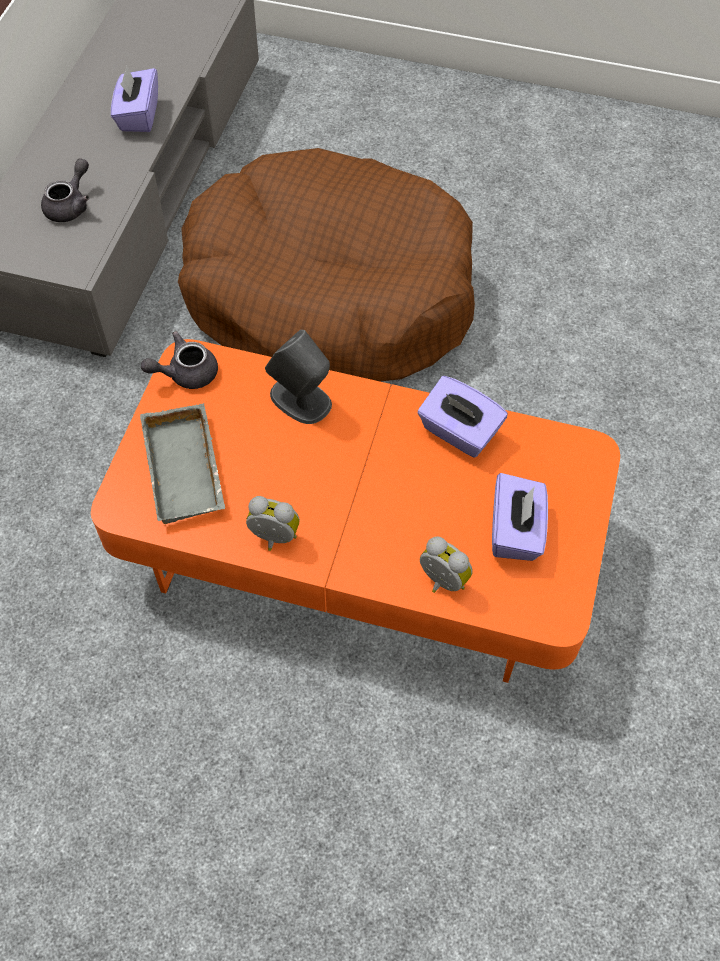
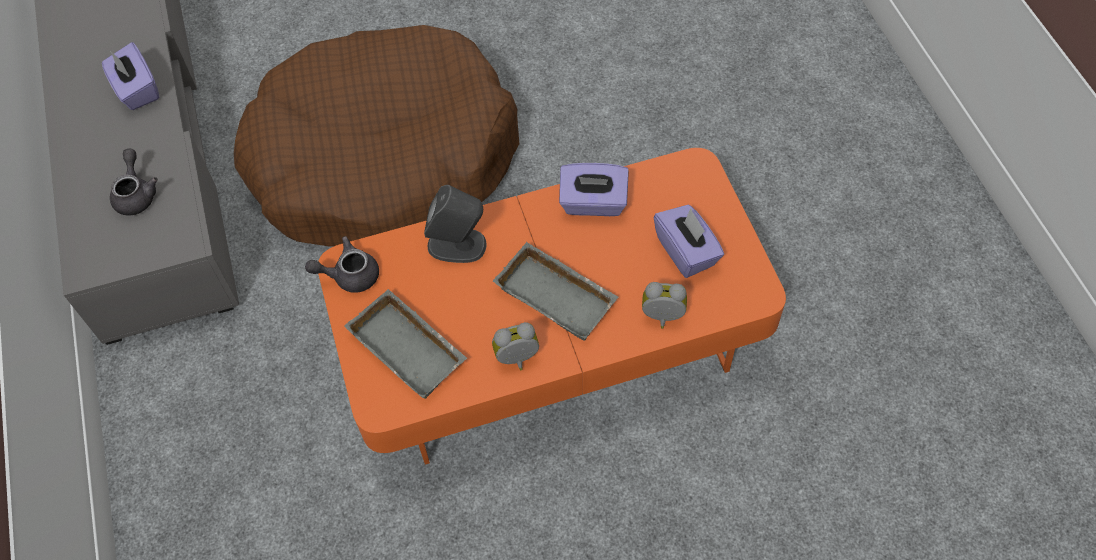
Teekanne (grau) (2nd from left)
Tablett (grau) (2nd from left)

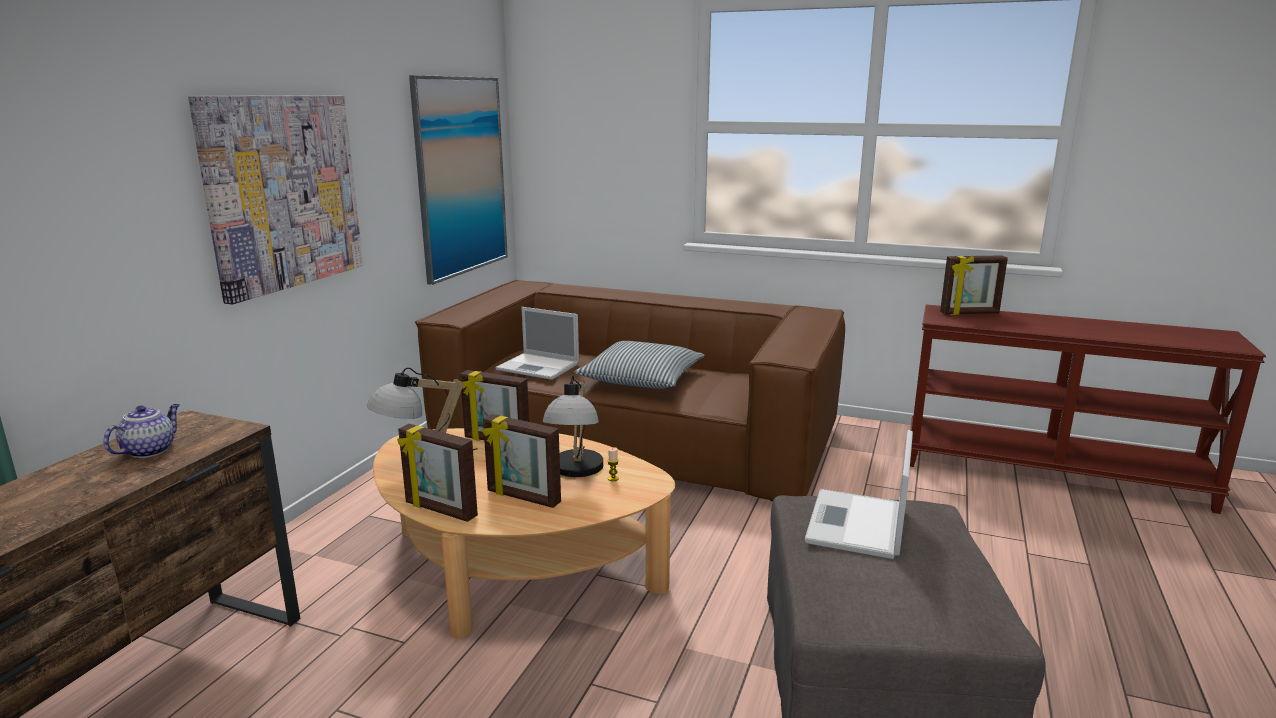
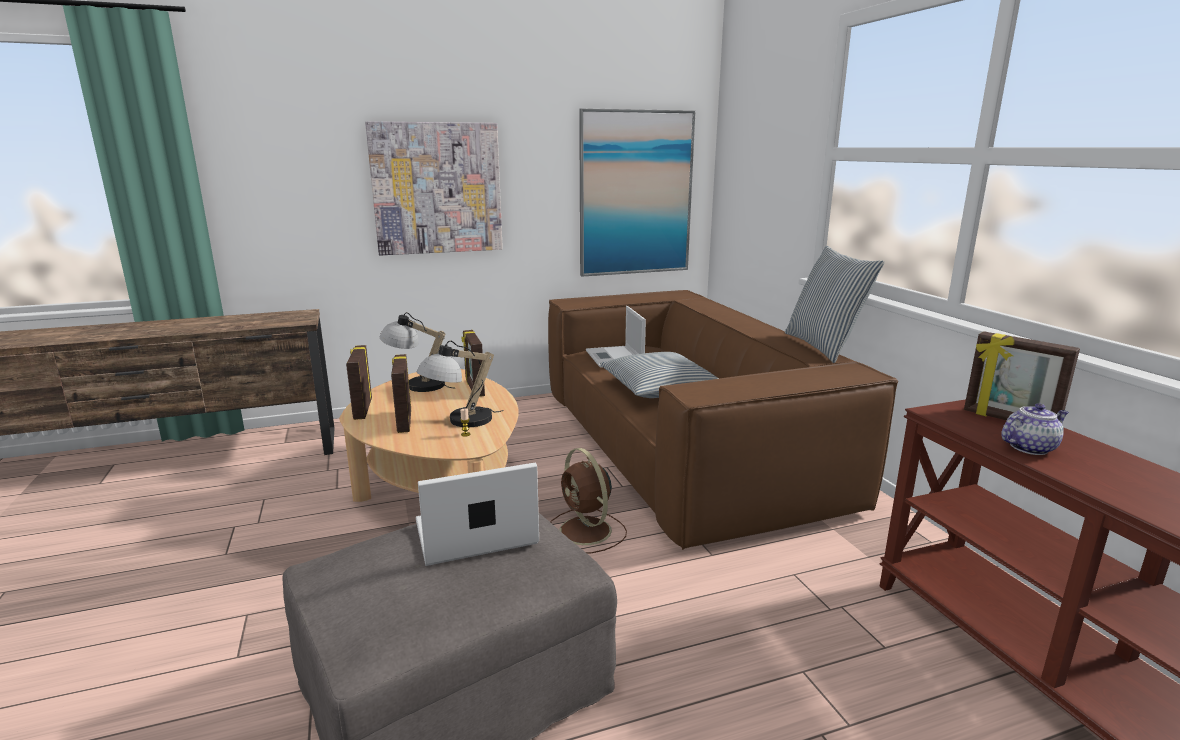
Teekanne
Kissen (2nd from left)
Ventilator (braun)

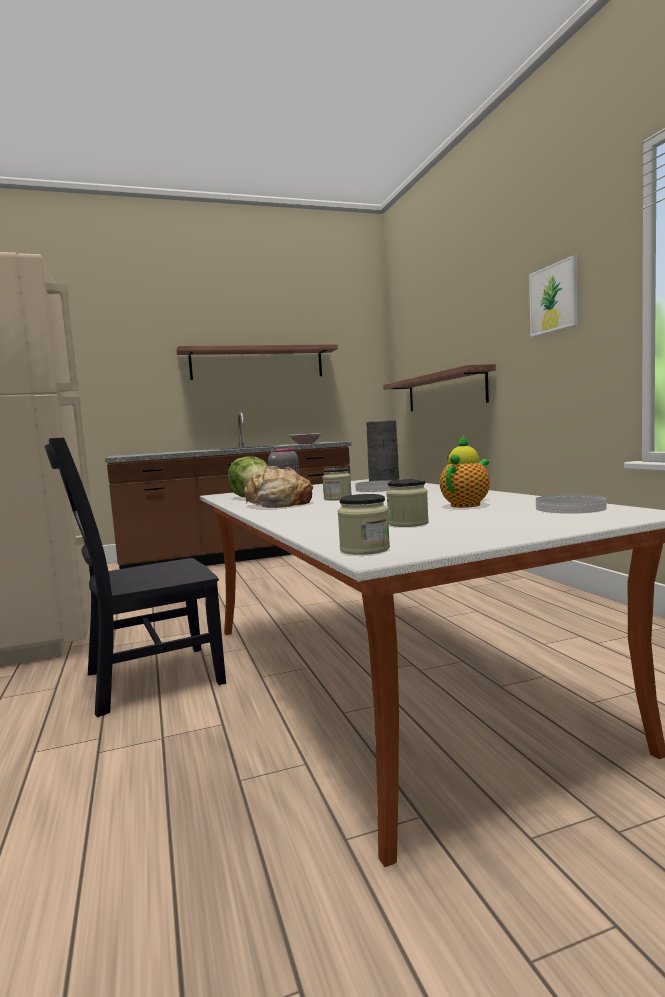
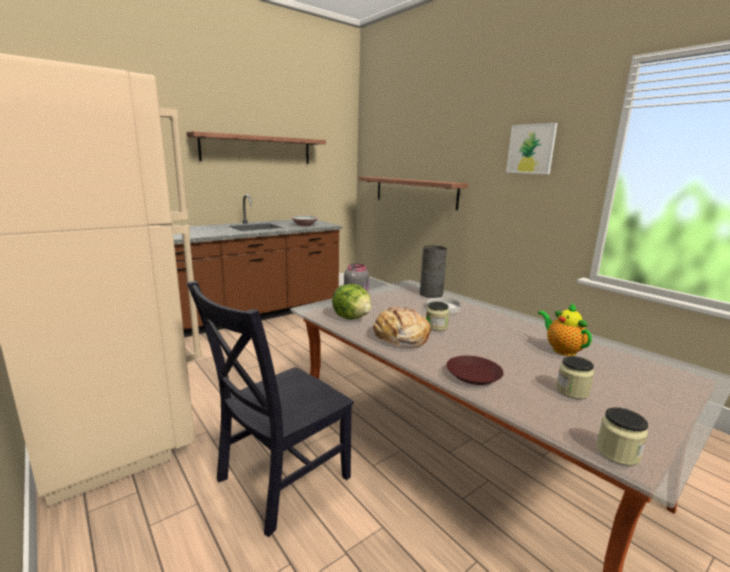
Teekanne
Teller (weiß) (2nd from left in the first image)
Teller (braun)

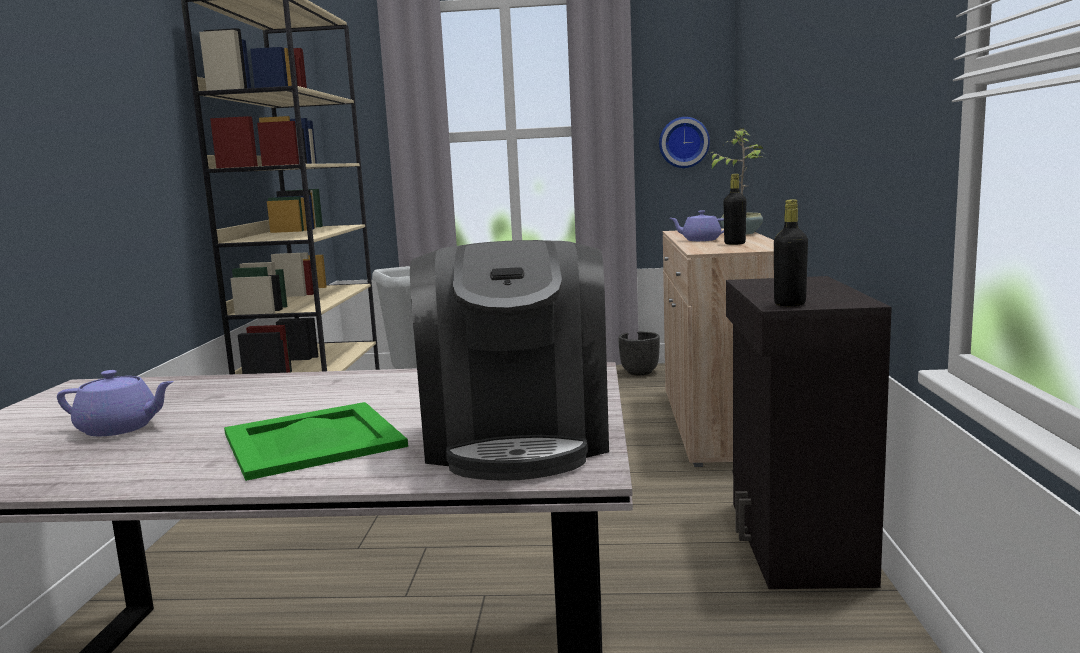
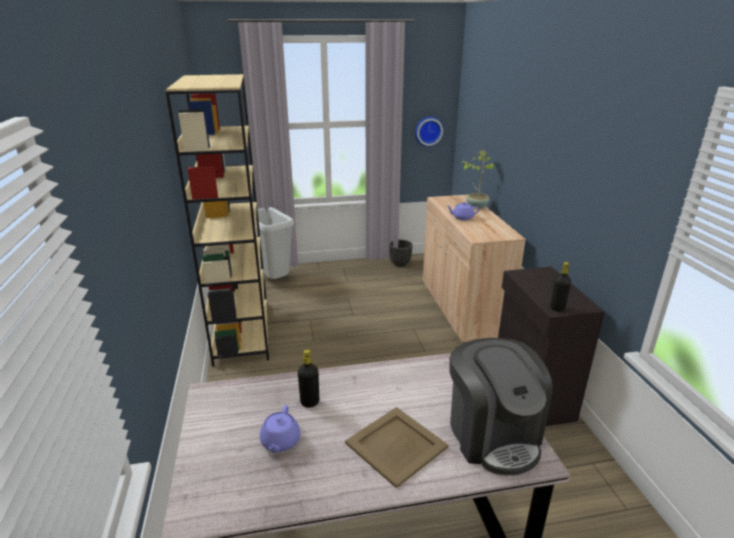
Flasche (schwarz) (1st from left)
Teekanne (lila) (1st from left)
Tablett (beige)

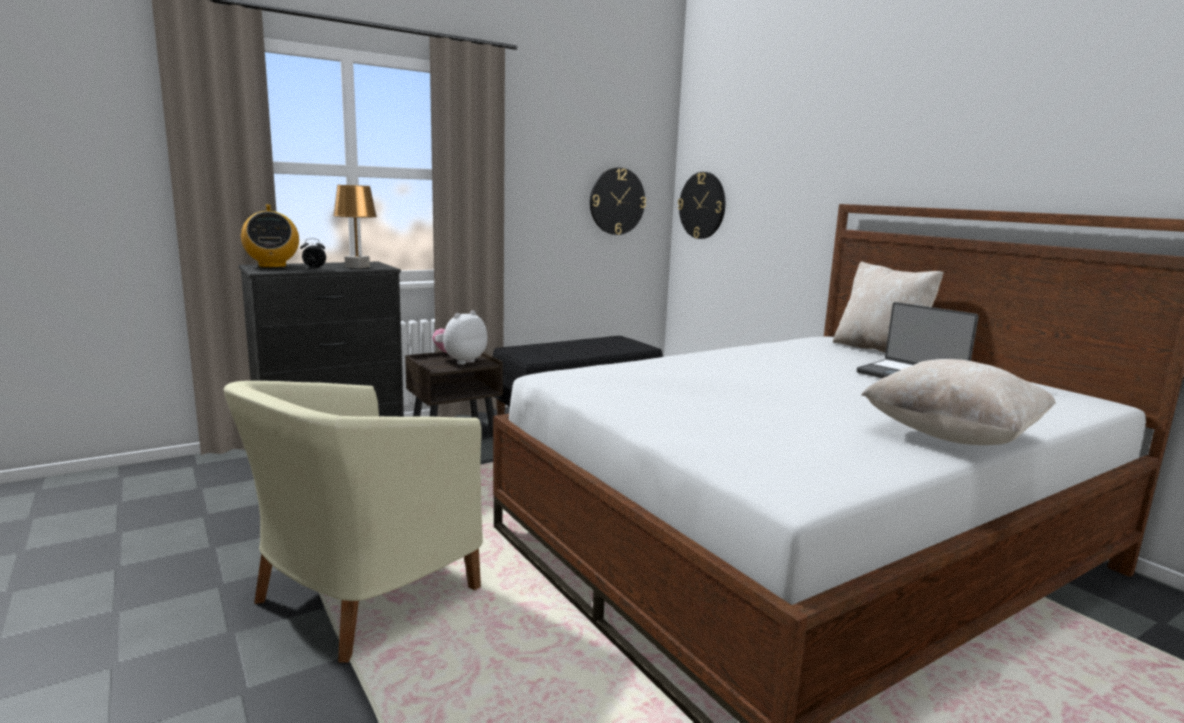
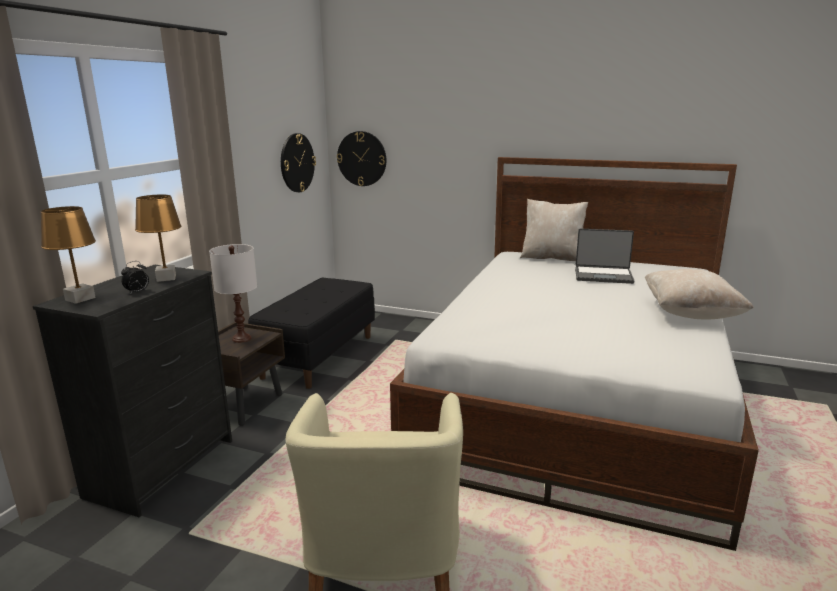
Tischlampe (braun) (1st from left)
Tischlampe (weiß)

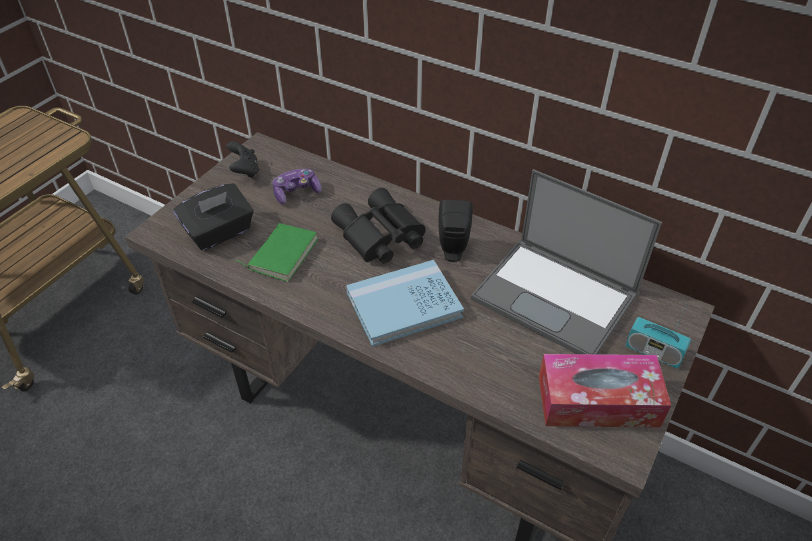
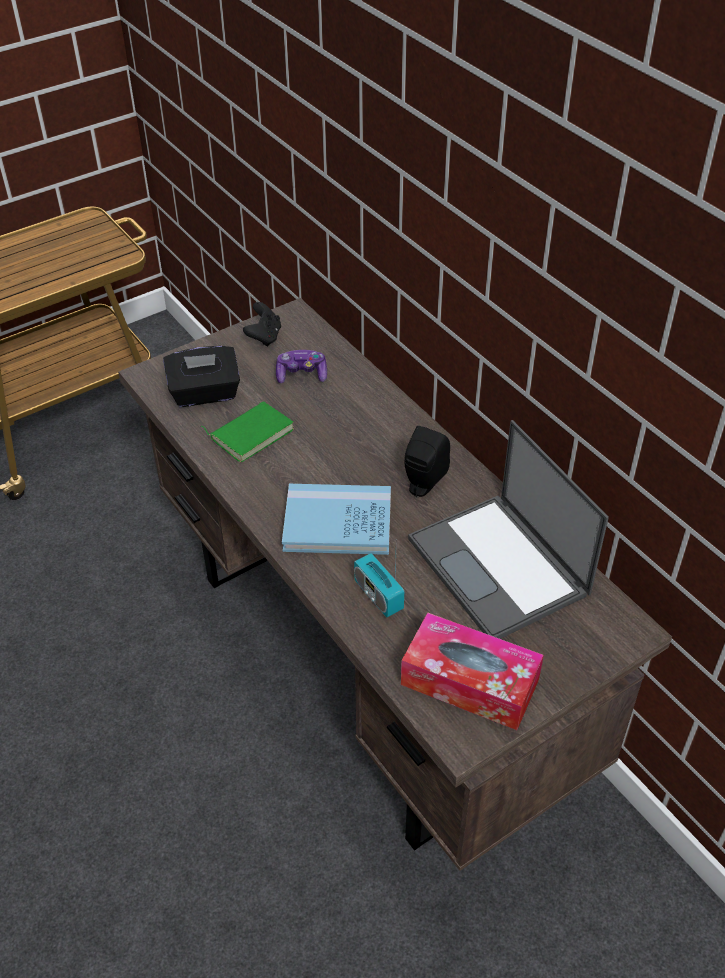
Fernglas (schwarz)
Radio

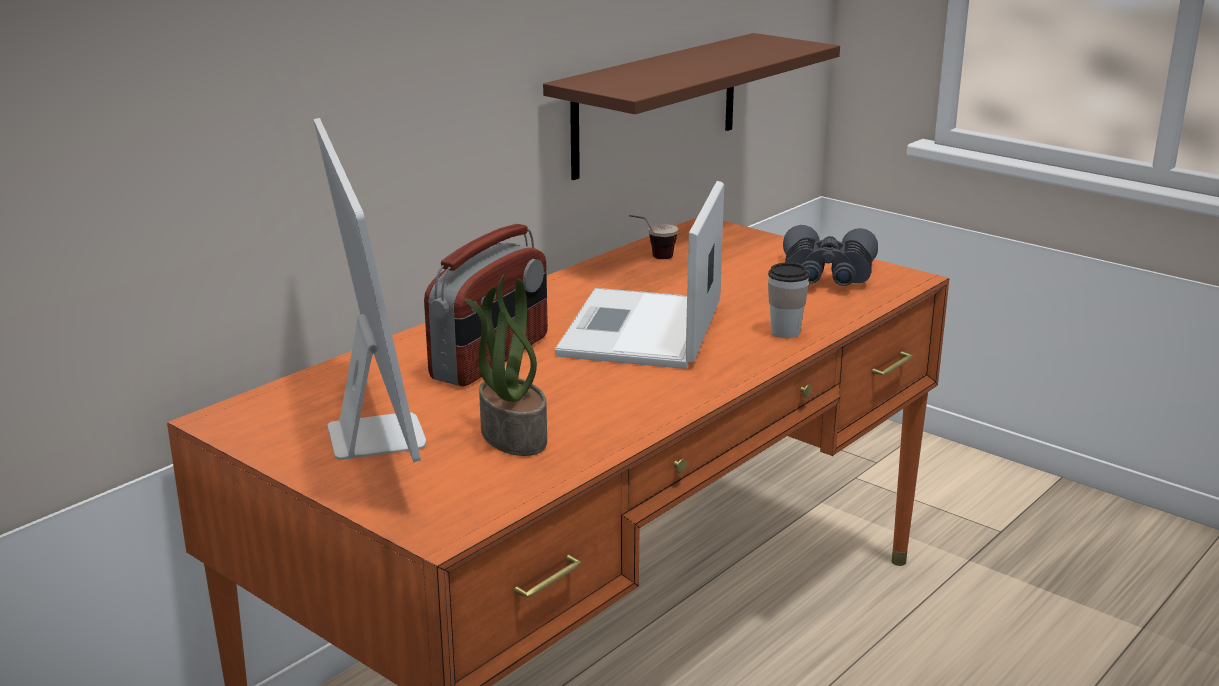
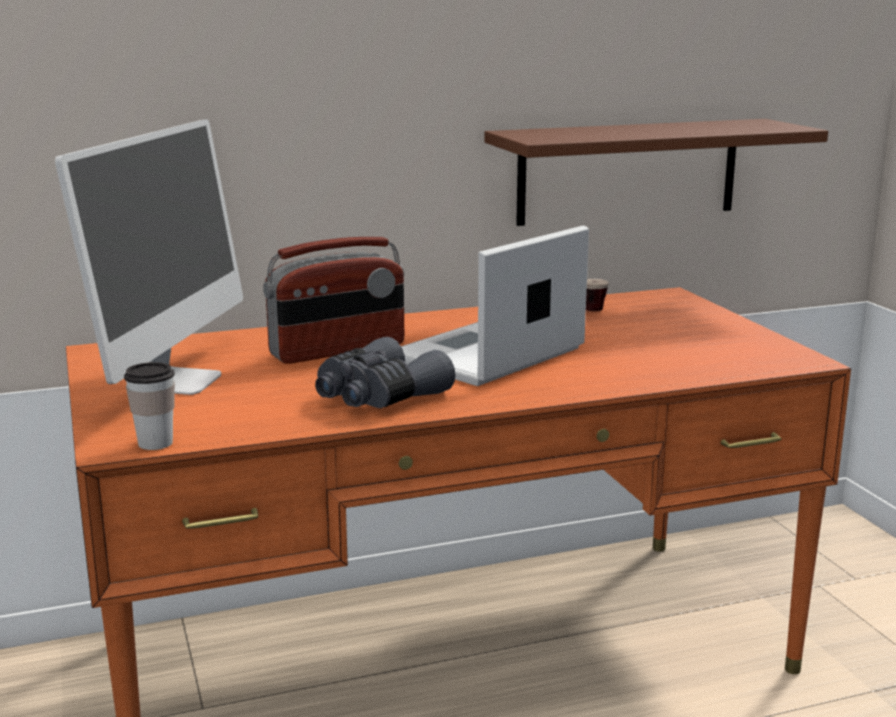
Fernglas (grau)
Tasse (1st from left)
Topfpflanze

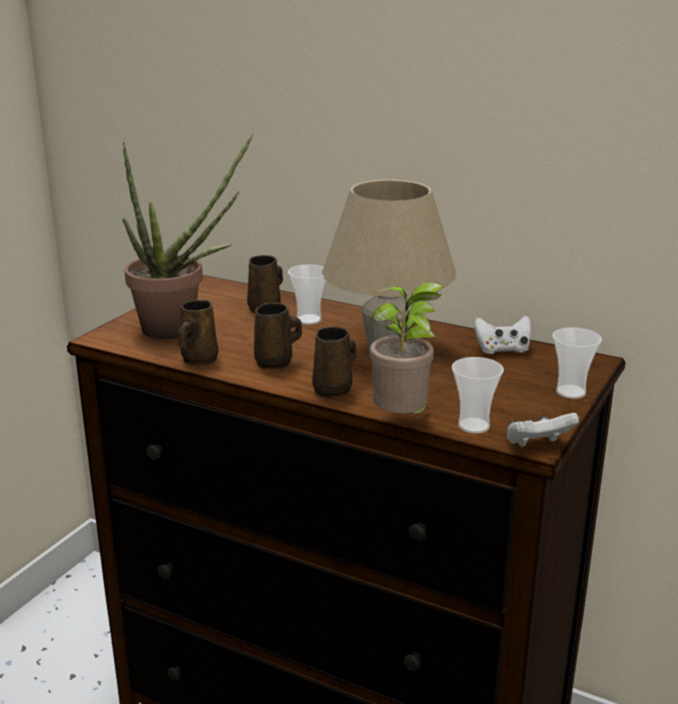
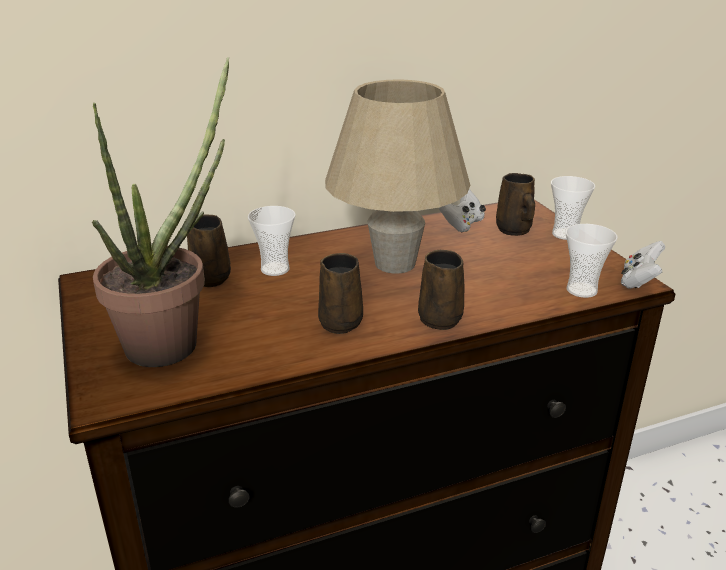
Topfpflanze (2nd from left in the first image)
Henkelbecher (braun) (4th from left)

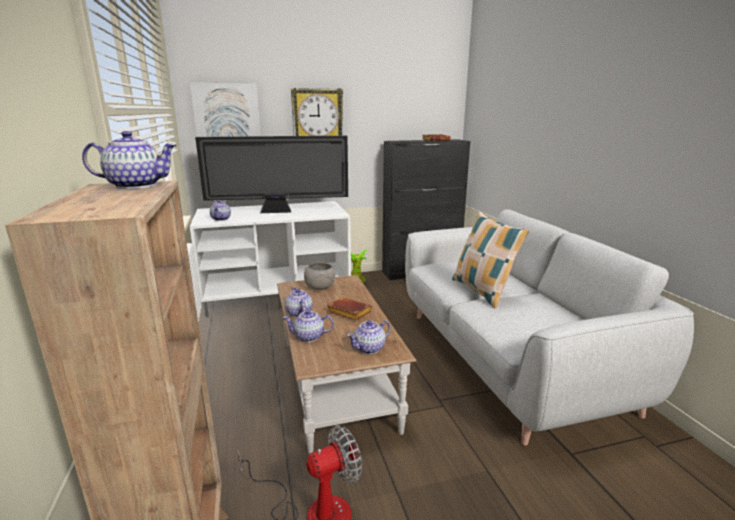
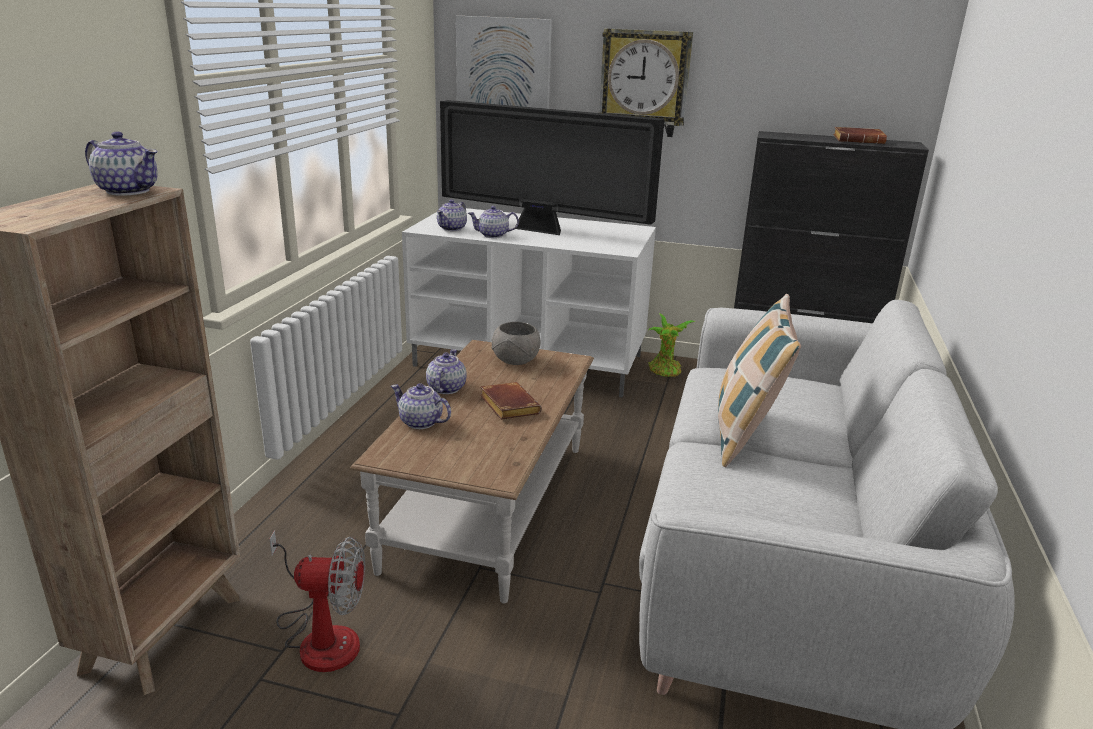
Teekanne (5th from left)

